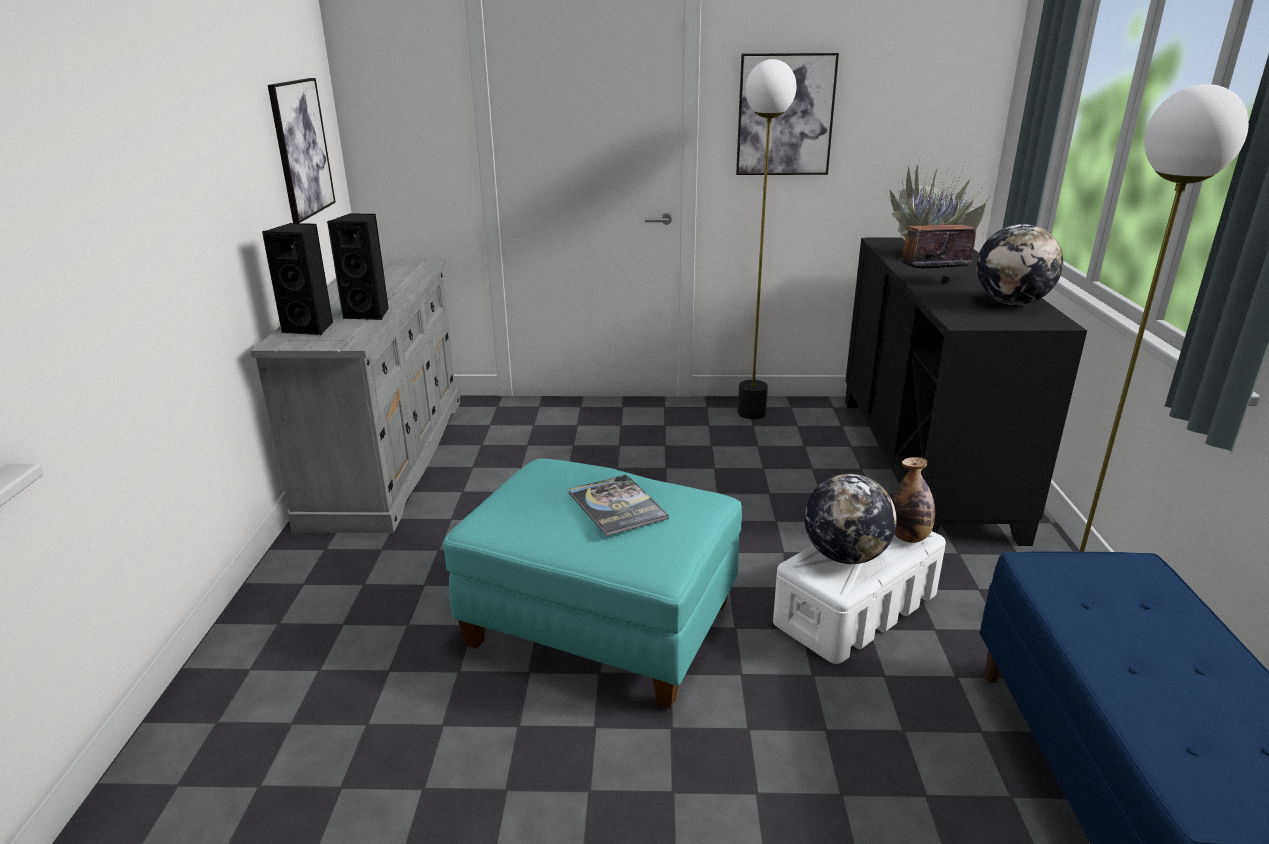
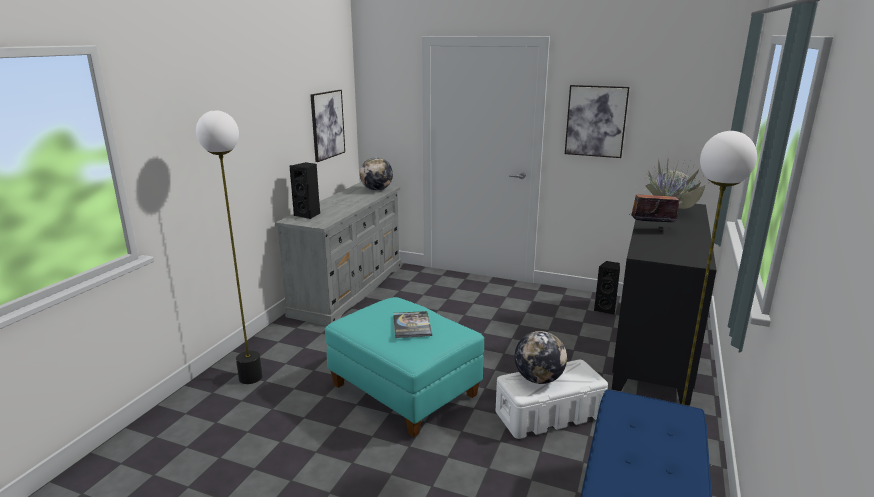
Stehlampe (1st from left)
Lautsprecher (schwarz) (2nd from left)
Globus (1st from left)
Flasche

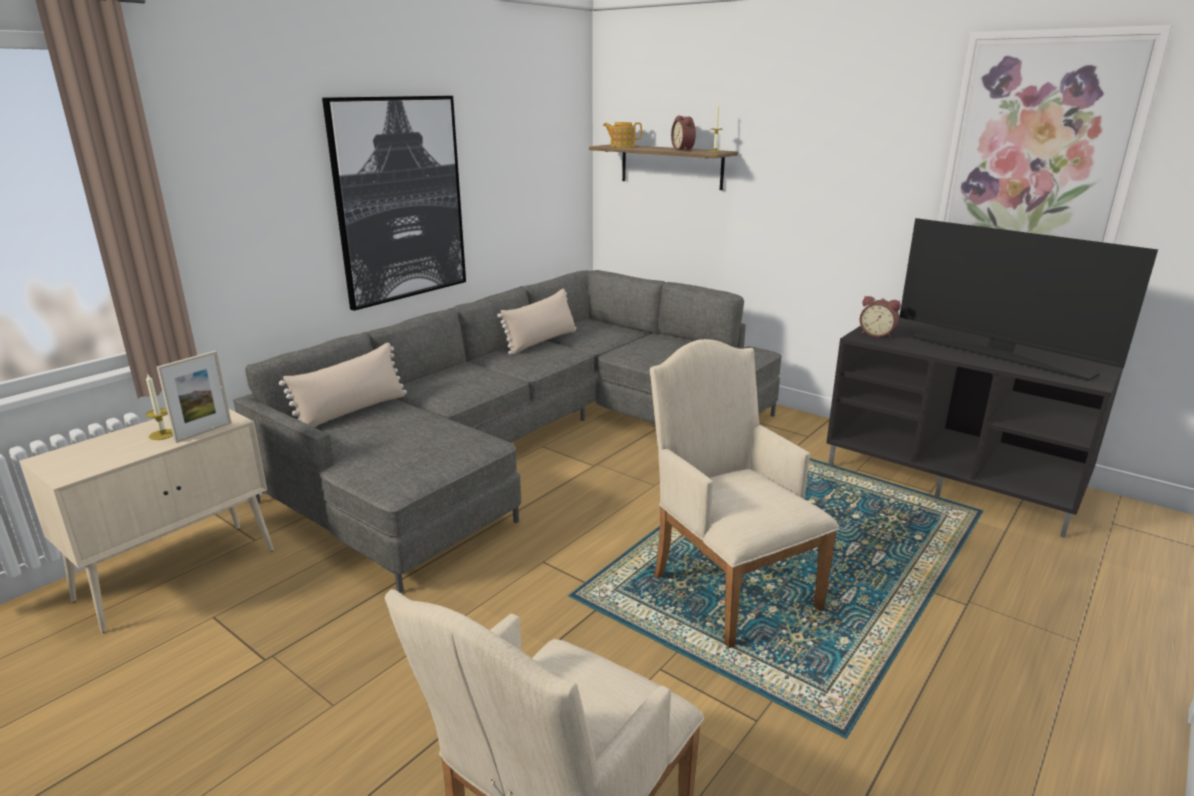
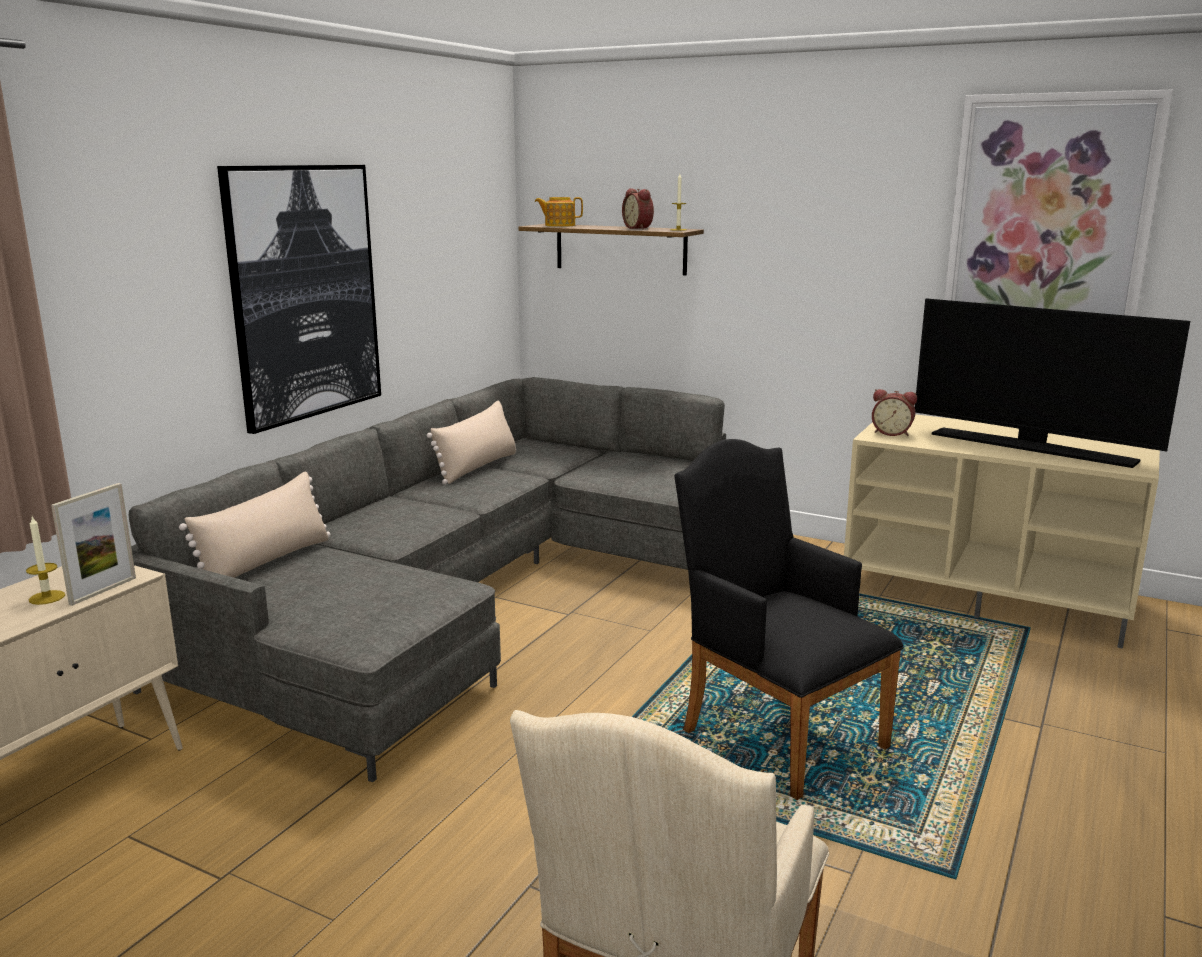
Fernsehschrank (beige)
Sessel (schwarz)

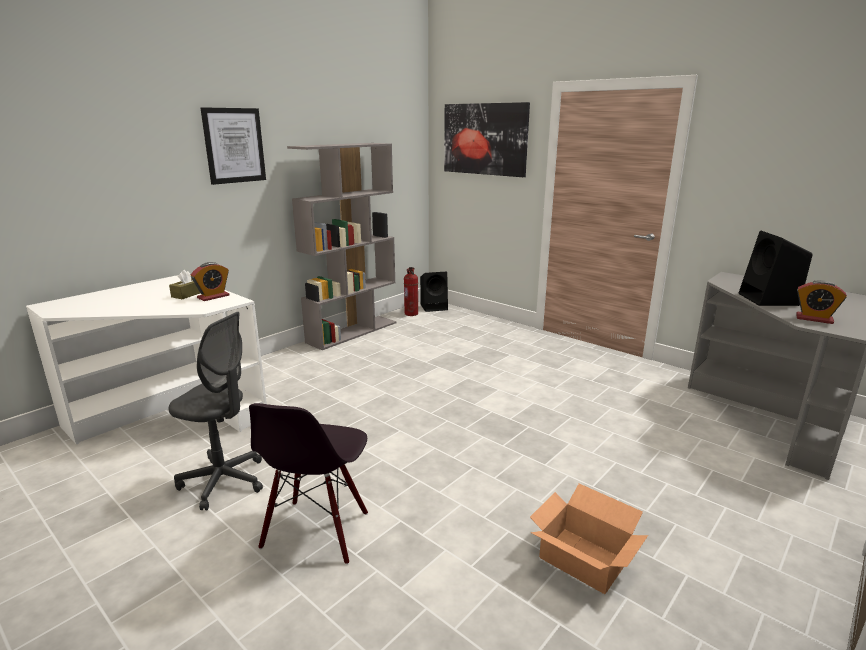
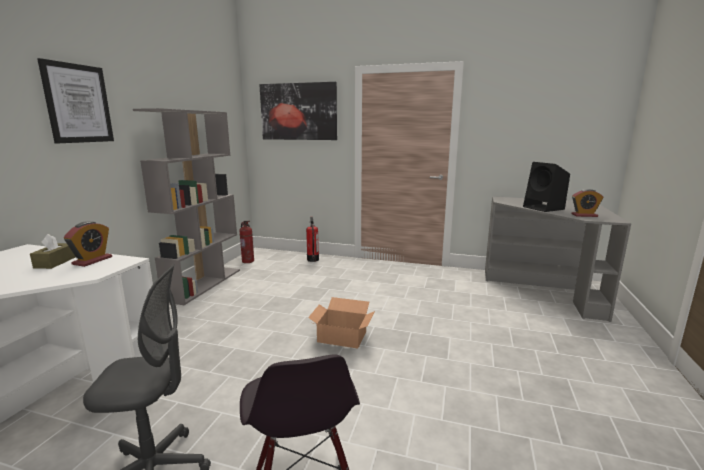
Lautsprecher (schwarz) (1st from left in the first image)
Karton
Feuerlöscher (2nd from left)

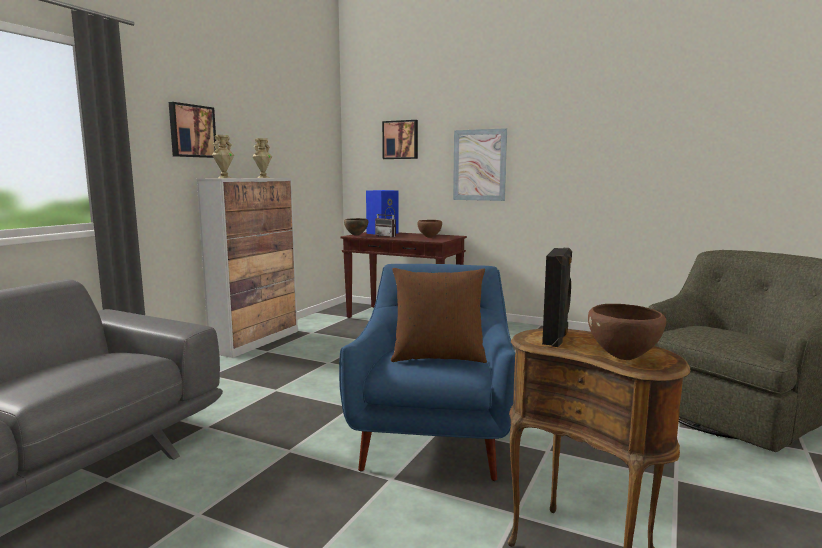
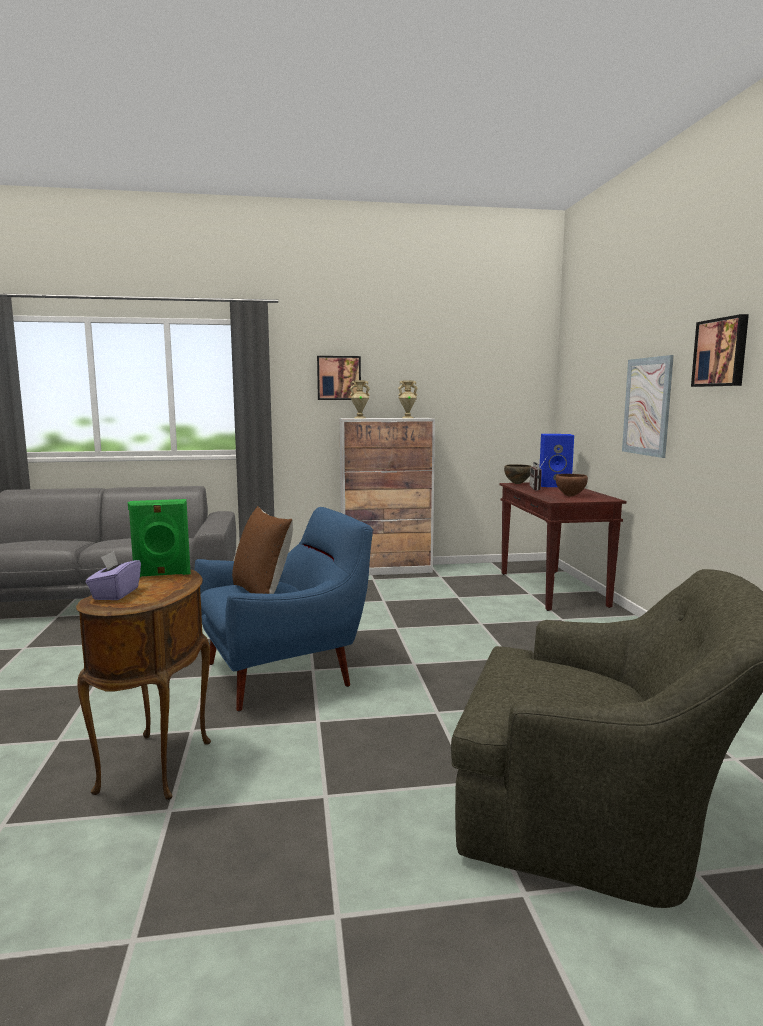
Bild (3rd from left)
Lautsprecher (grün)
Taschentuchbox (lila)

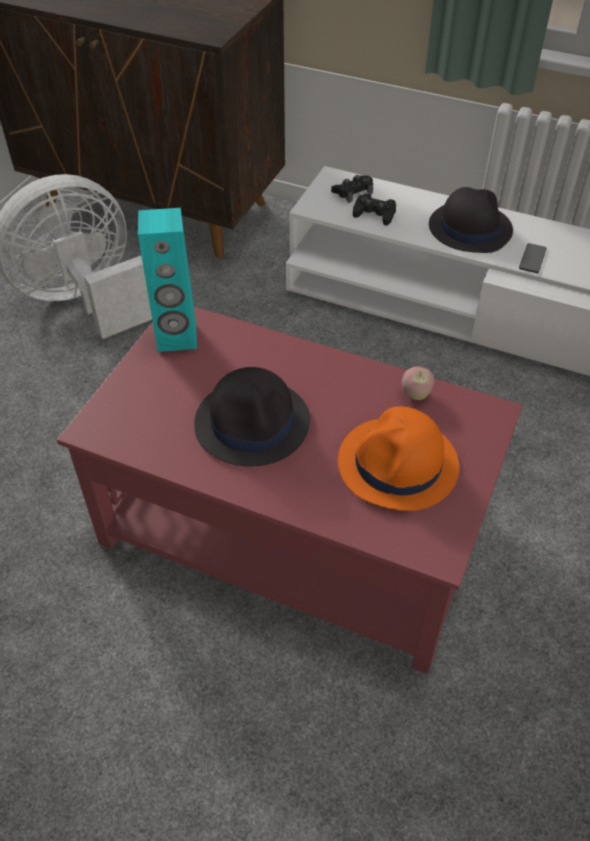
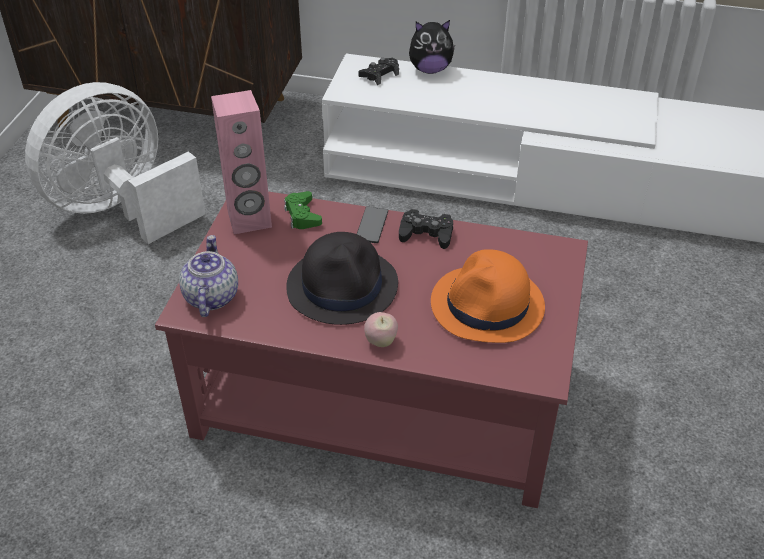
Hut (schwarz) (2nd from left in the first image)
Gamepad (schwarz) (2nd from left)
Lautsprecher (rosa)
Handy
Apfel
Plüschtier
Gamepad (grün)
Teekanne

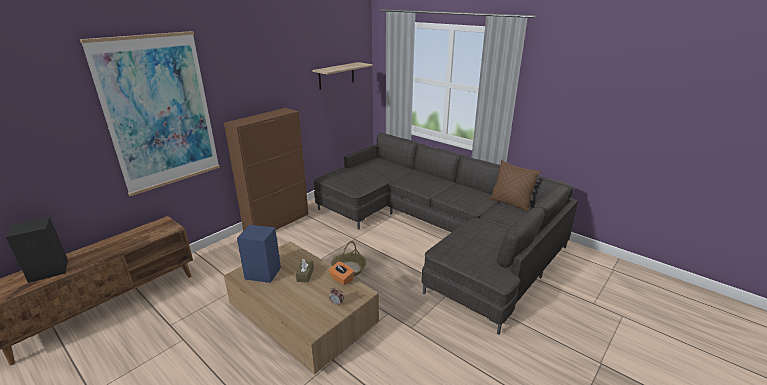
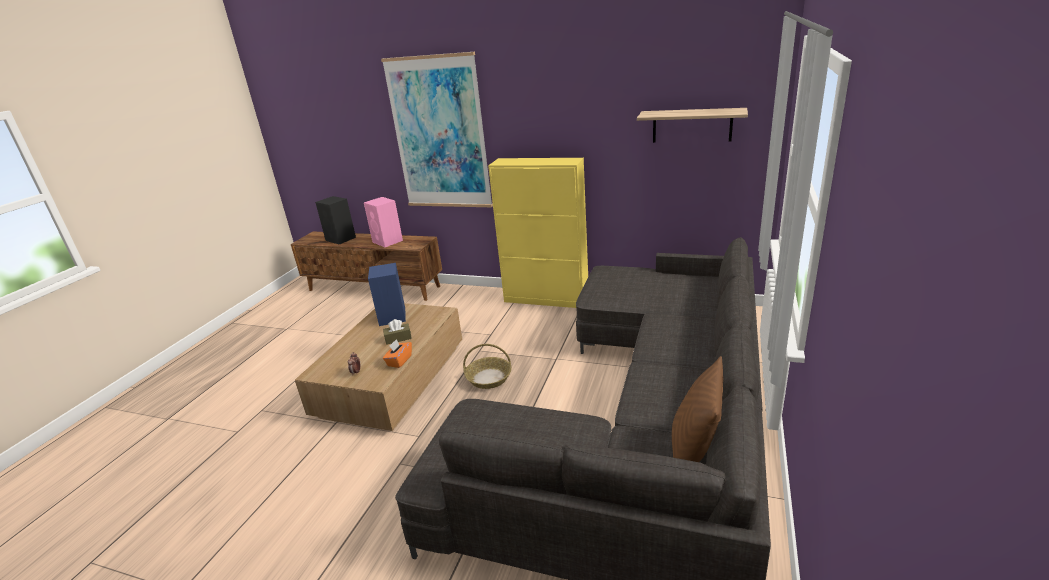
Schrank (gelb)
Lautsprecher (rosa)

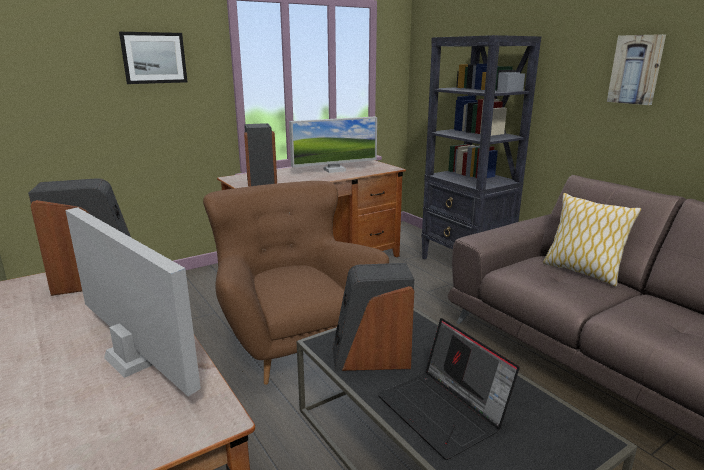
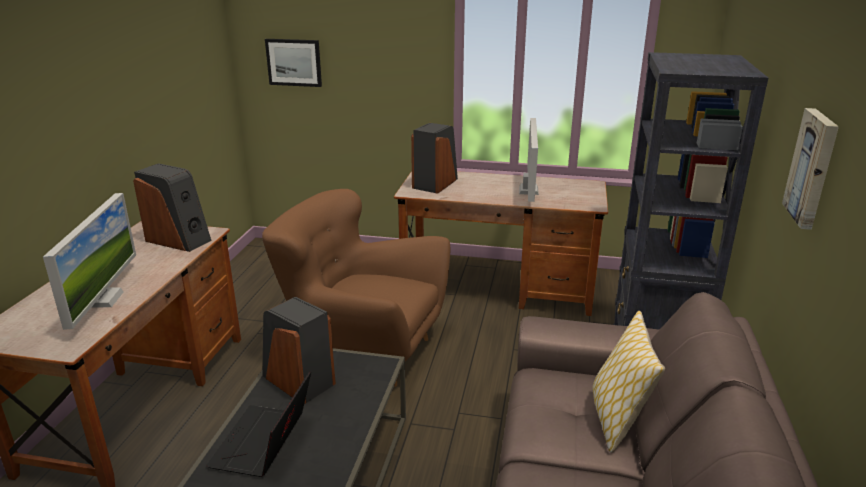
Bild (1st from left)
Monitor (2nd from left)
Sessel (braun)

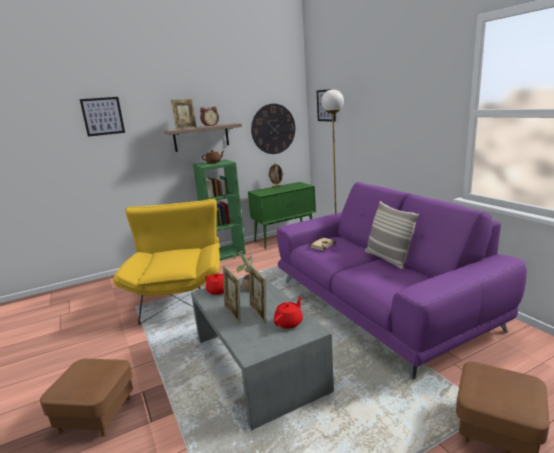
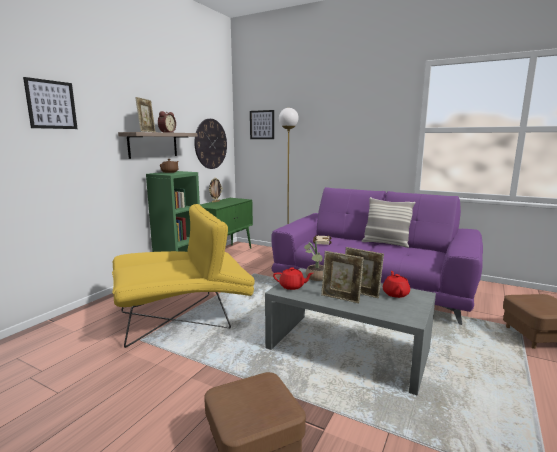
Sessel (gelb)

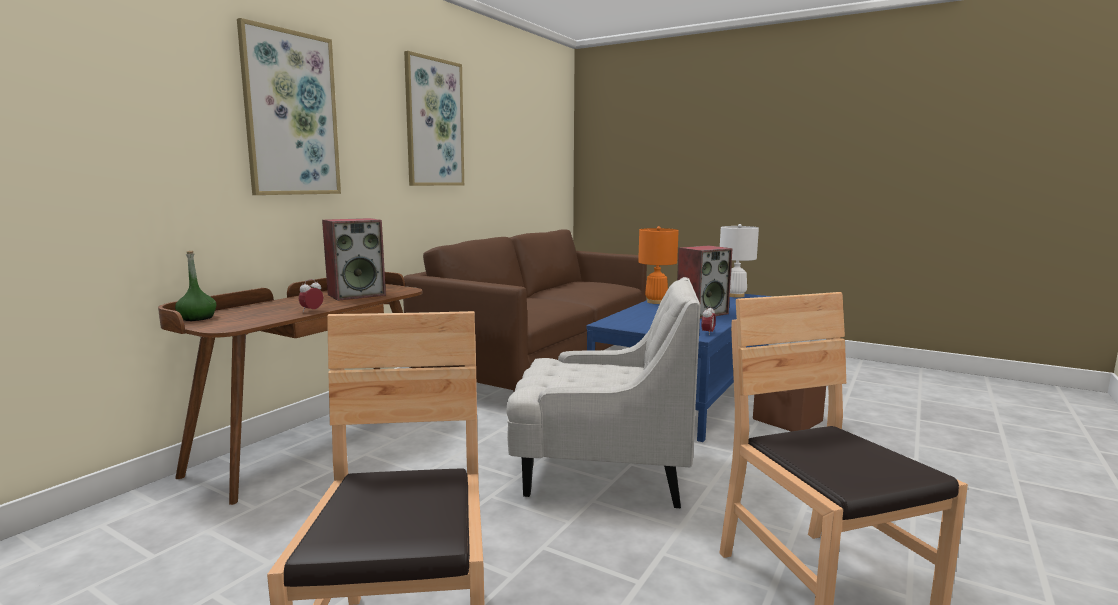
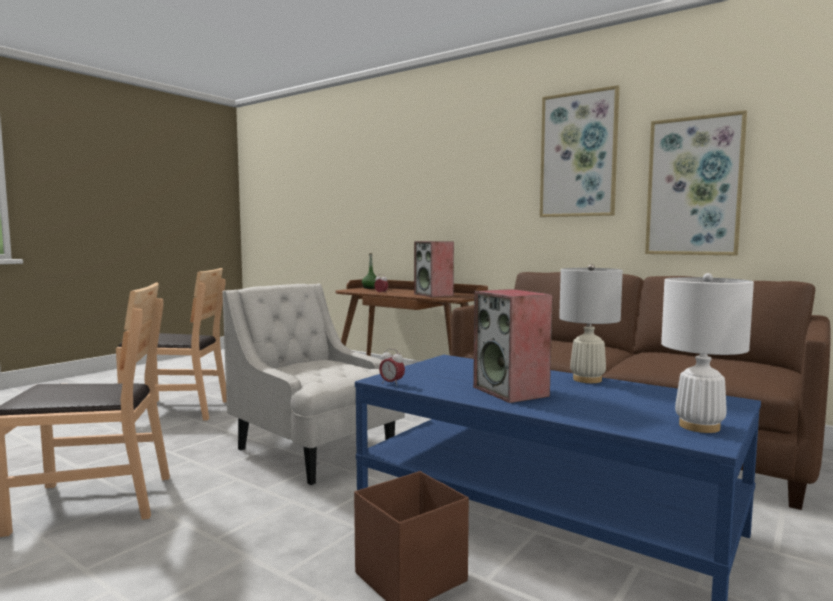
Bild (2nd from left)
Tischlampe (weiß) (1st from left)
Sessel (weiß)

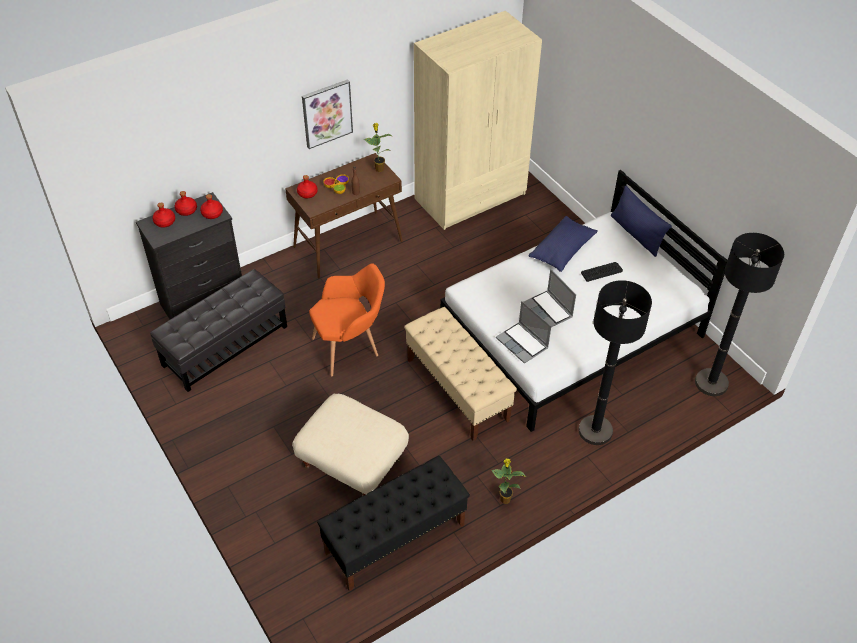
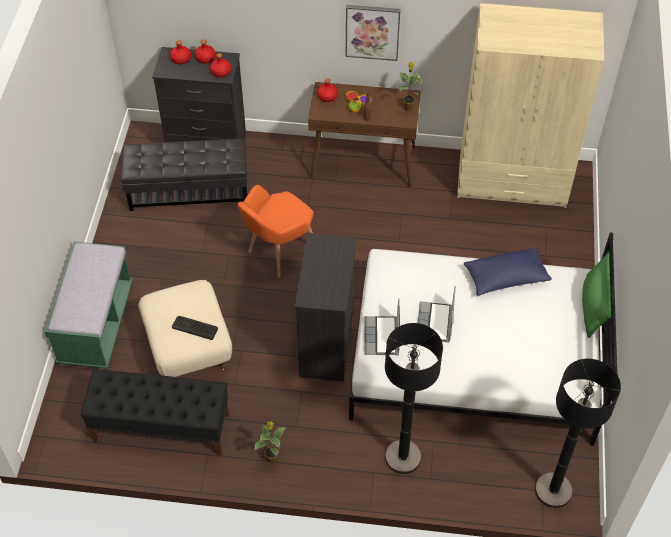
Kissen (grün)
Tastatur
Sessel (orange)
Kommode (schwarz) (2nd from left)
Bank (grün)

